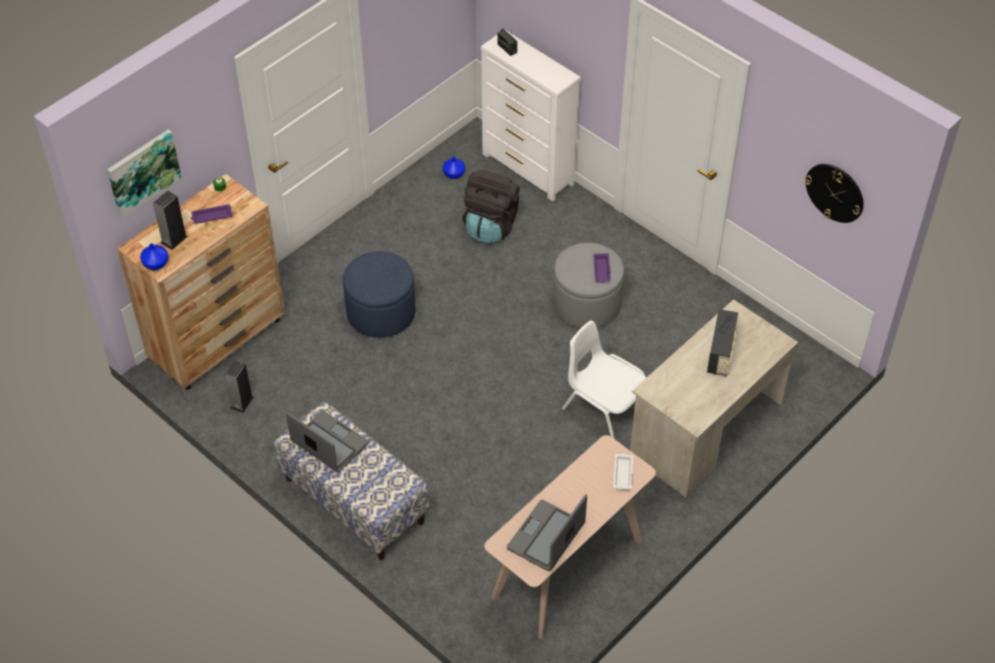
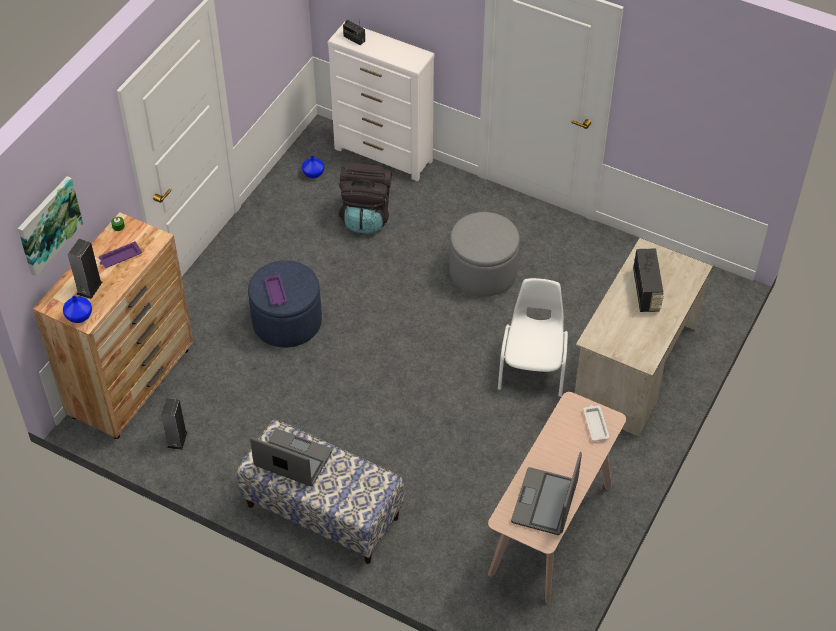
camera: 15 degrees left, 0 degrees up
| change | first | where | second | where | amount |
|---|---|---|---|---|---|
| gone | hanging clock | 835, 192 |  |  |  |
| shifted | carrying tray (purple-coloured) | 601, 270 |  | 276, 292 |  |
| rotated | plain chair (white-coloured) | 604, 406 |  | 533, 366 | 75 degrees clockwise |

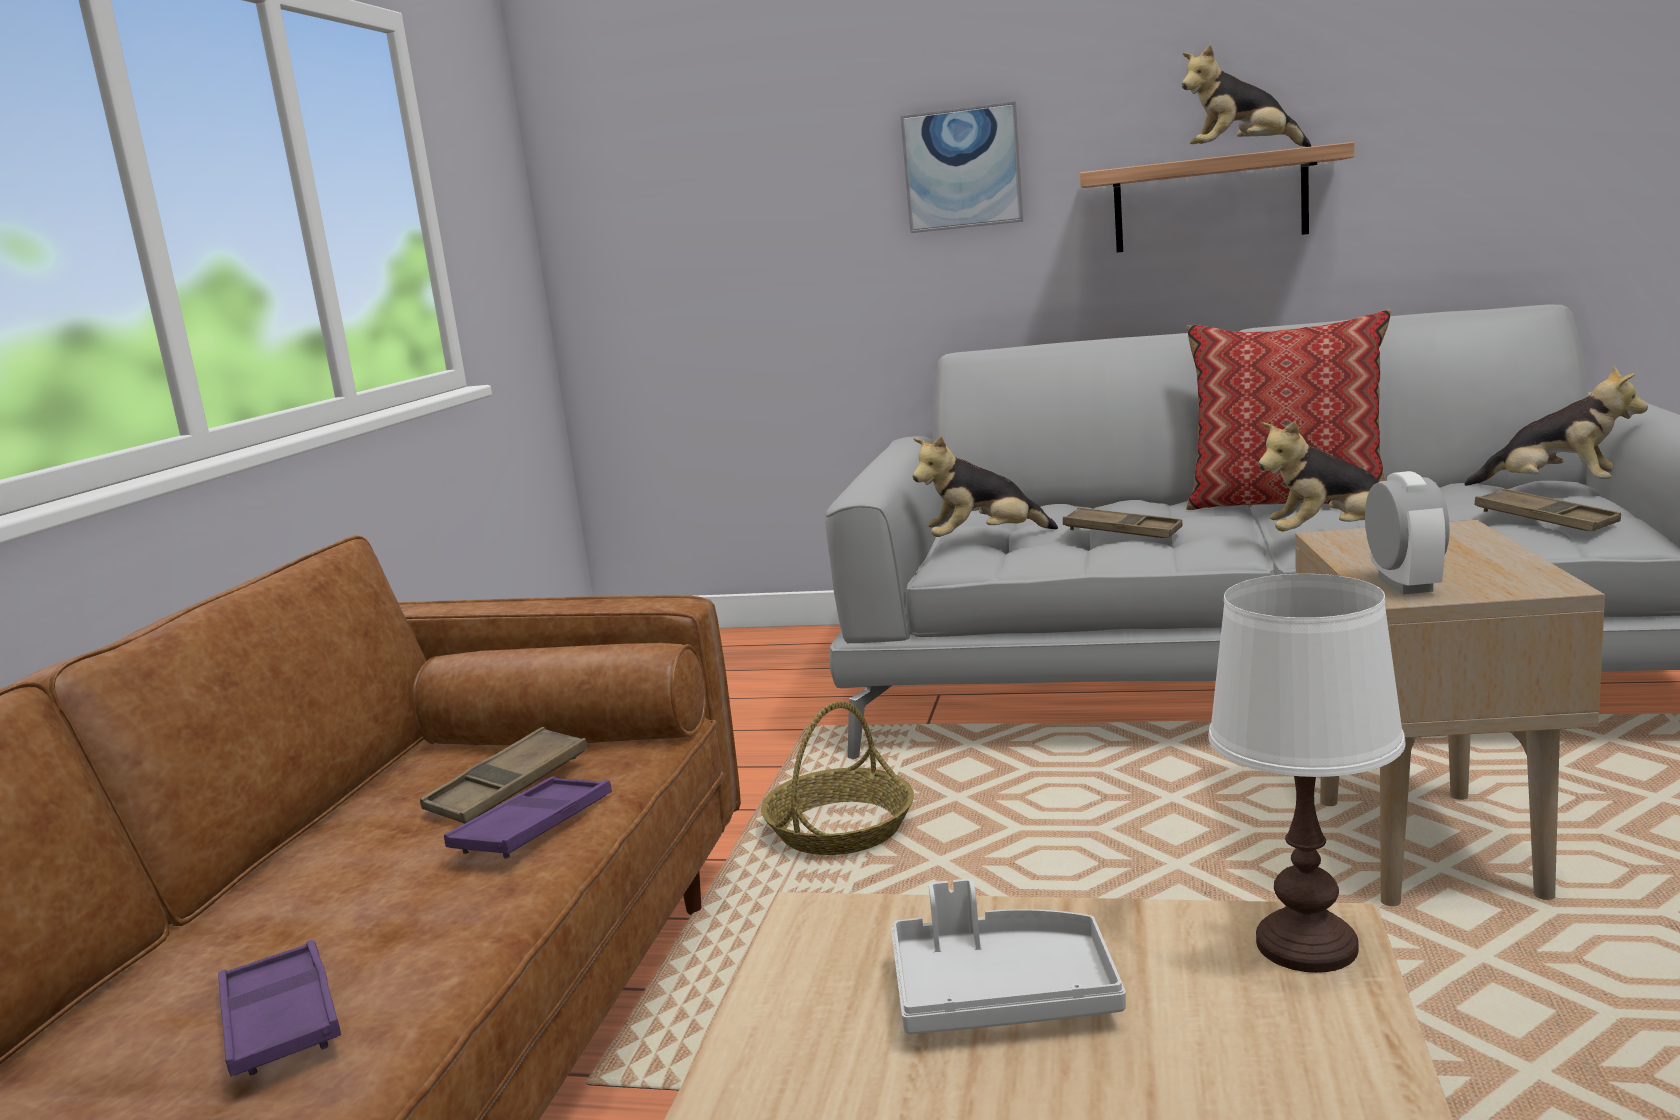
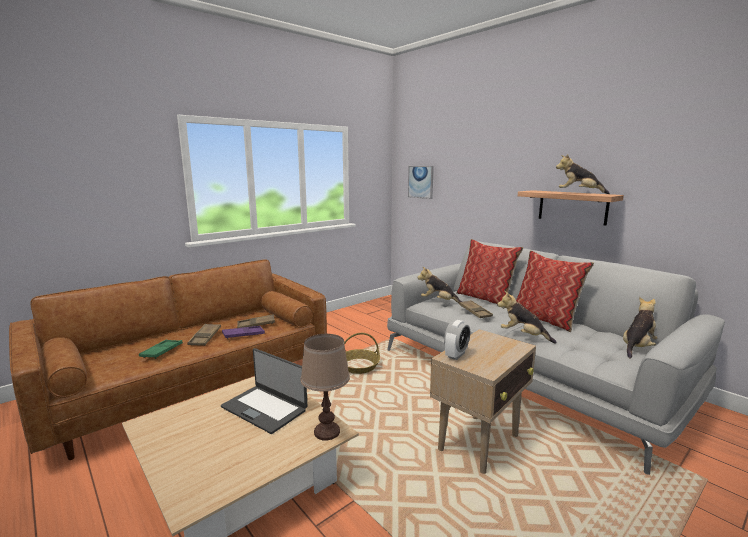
camera: 35 degrees right, 0 degrees up
| change | first | where | second | where | amount |
|---|---|---|---|---|---|
| shifted | wall art | 962, 168 |  | 421, 182 |  |
| rotated | cuddly toy | 1555, 488 |  | 637, 347 | 120 degrees counterclockwise |
| shifted | carrying tray (brown) | 1545, 520 |  | 205, 337 |  |
| repainted | table lamp (white-coloured) | 1306, 946 | table lamp (brown) | 326, 432 |  |
| swapped | carrying tray (gray) | 1002, 995 | portable computer | 265, 408 |  |
| repainted | carrying tray (purple-coloured) | 280, 1020 | carrying tray (green) | 162, 351 |  |
| new |  |  | pillow | 485, 298 |  |

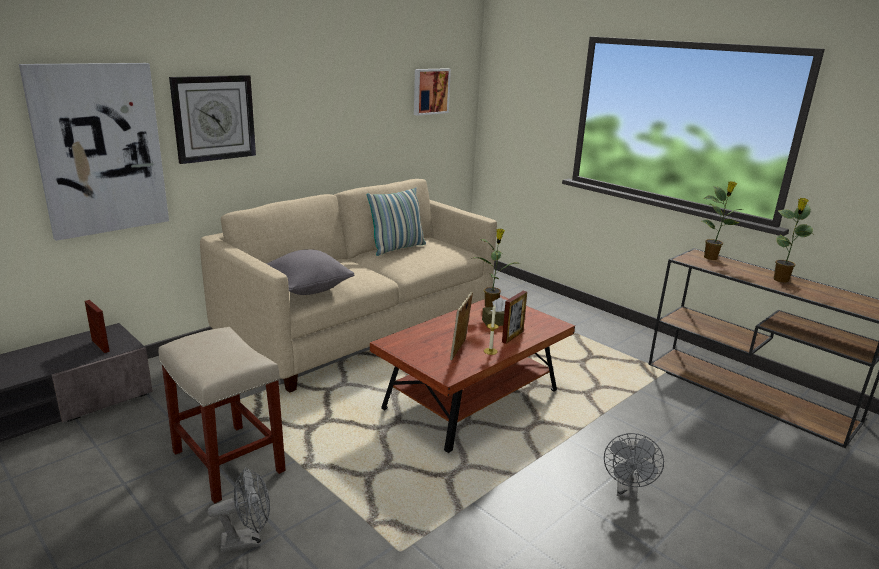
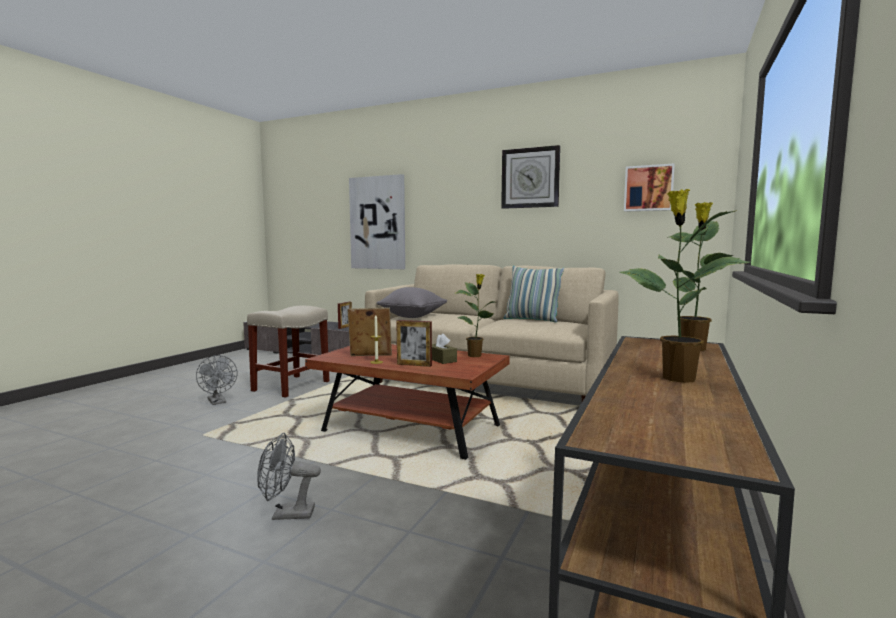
camera: 70 degrees right, 15 degrees down
| change | first | where | second | where | amount |
|---|---|---|---|---|---|
| shifted | hanging clock | 214, 118 |  | 530, 178 |  |

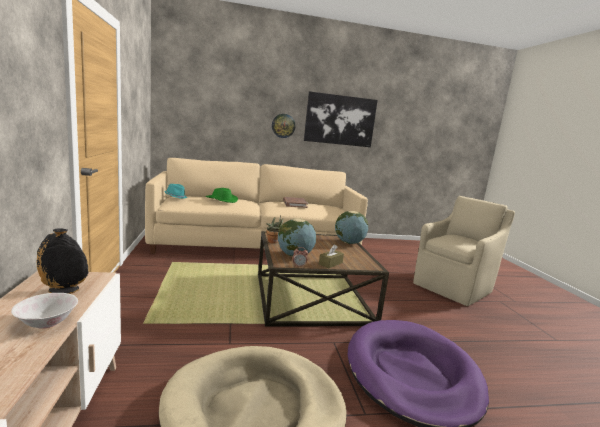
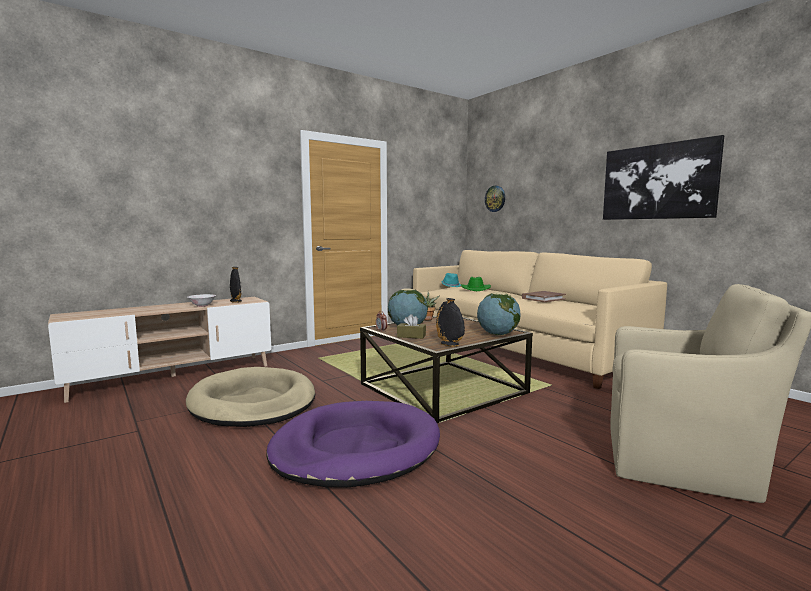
camera: 65 degrees right, 5 degrees down
| change | first | where | second | where | amount |
|---|---|---|---|---|---|
| shifted | hanging clock | 283, 125 |  | 495, 198 |  |
| new |  |  | decorative vase (black) | 449, 344 |  |

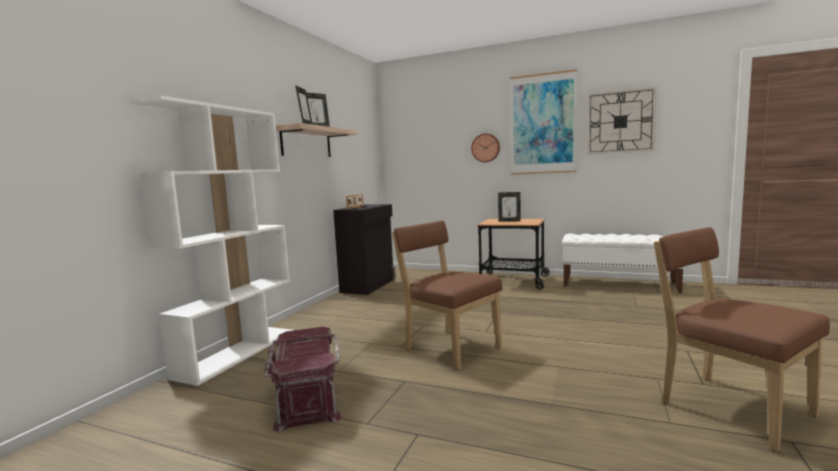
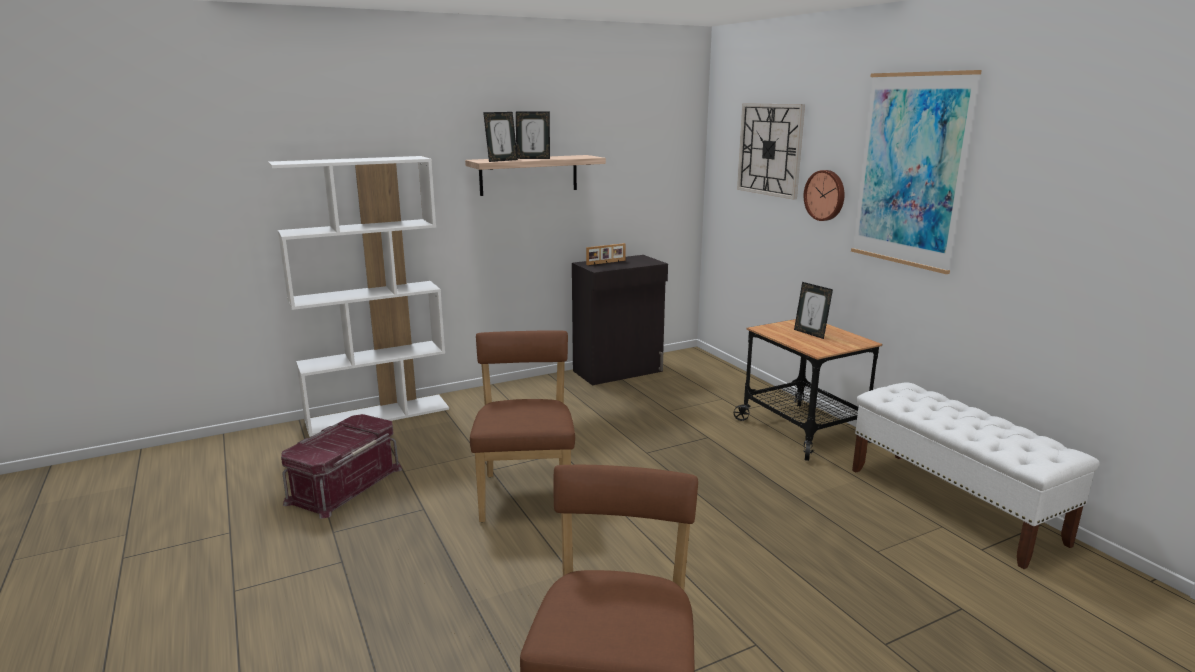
camera: 40 degrees right, 10 degrees up
| change | first | where | second | where | amount |
|---|---|---|---|---|---|
| shifted | hanging clock | 620, 122 |  | 770, 149 |  |

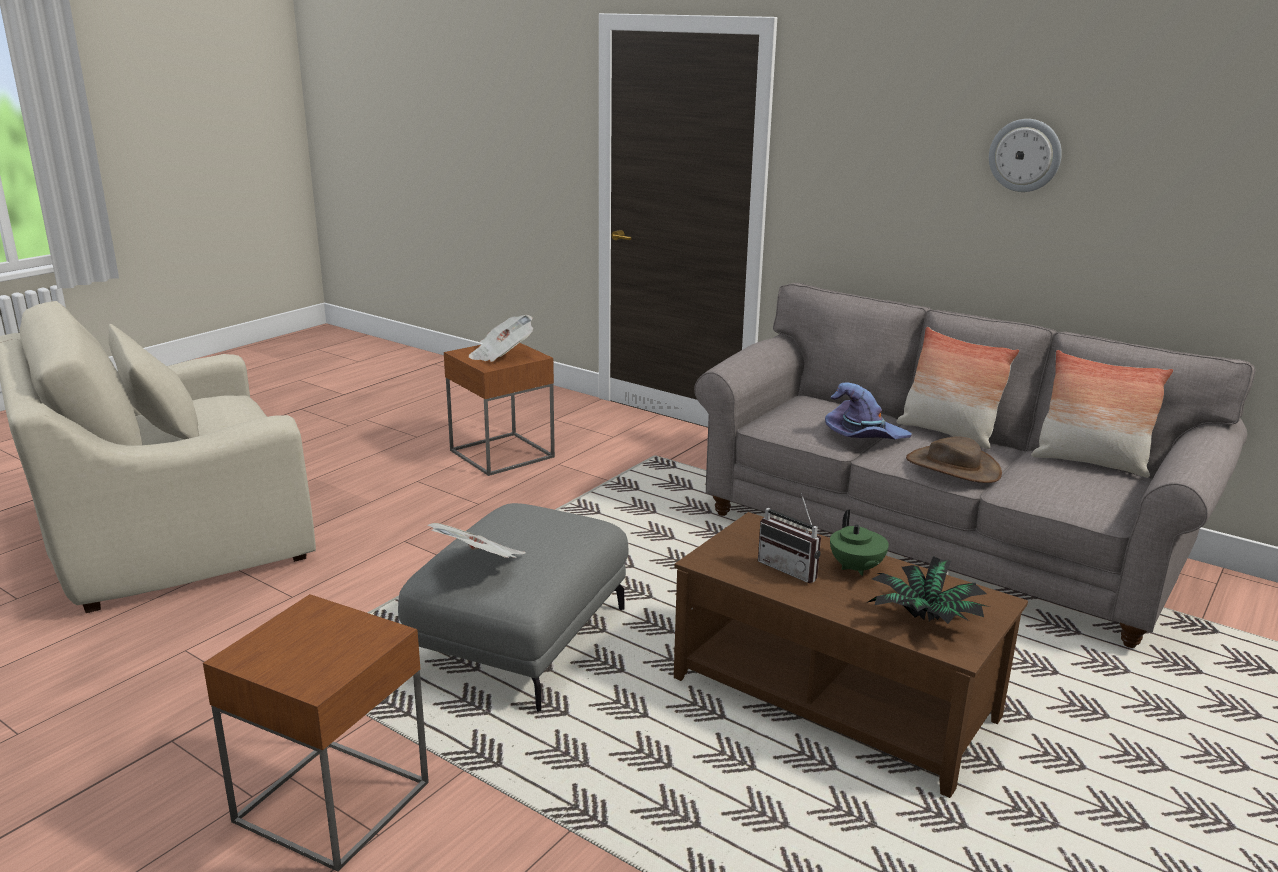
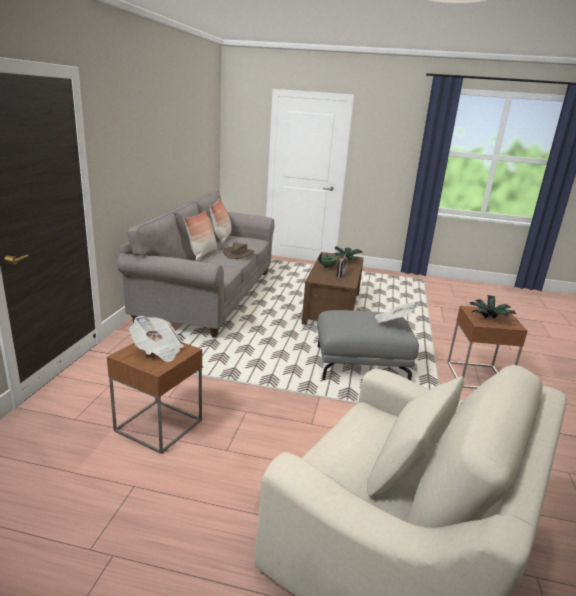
camera: 115 degrees left, 0 degrees up
| change | first | where | second | where | amount |
|---|---|---|---|---|---|
| gone | hanging clock | 1025, 155 |  |  |  |
| gone | hat (purple-coloured) | 863, 437 |  |  |  |
| new |  |  | potted plant | 489, 319 |  |

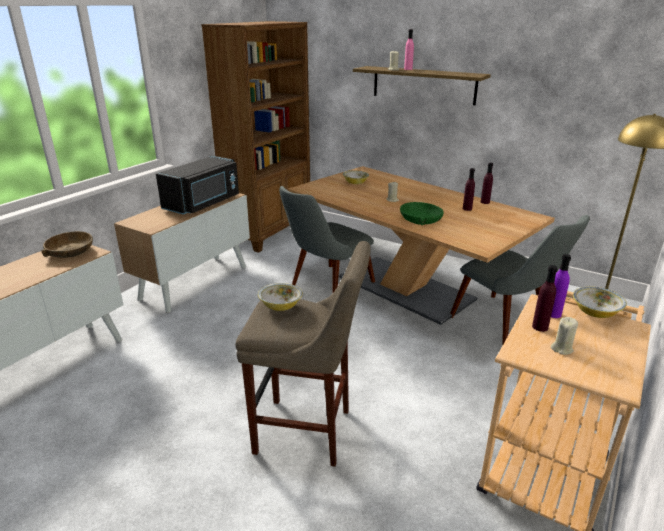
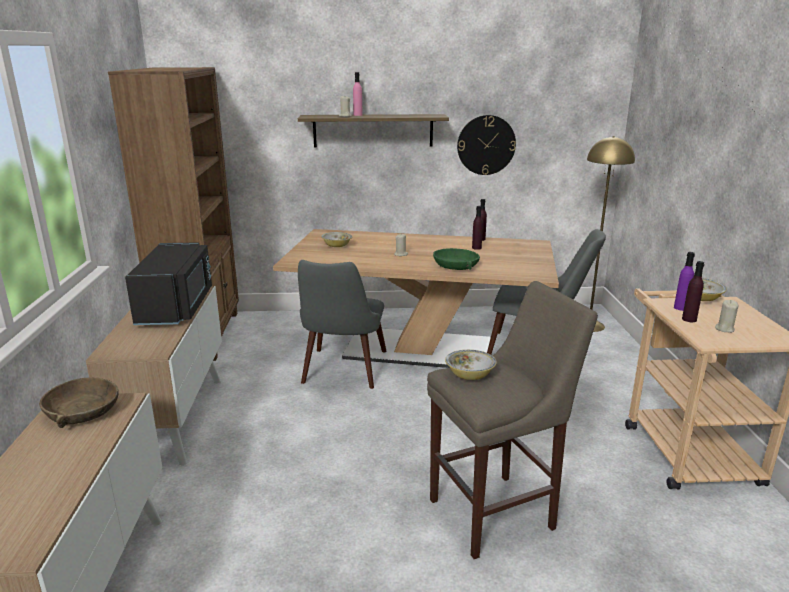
camera: 35 degrees left, 5 degrees down
| change | first | where | second | where | amount |
|---|---|---|---|---|---|
| new |  |  | hanging clock | 486, 145 |  |

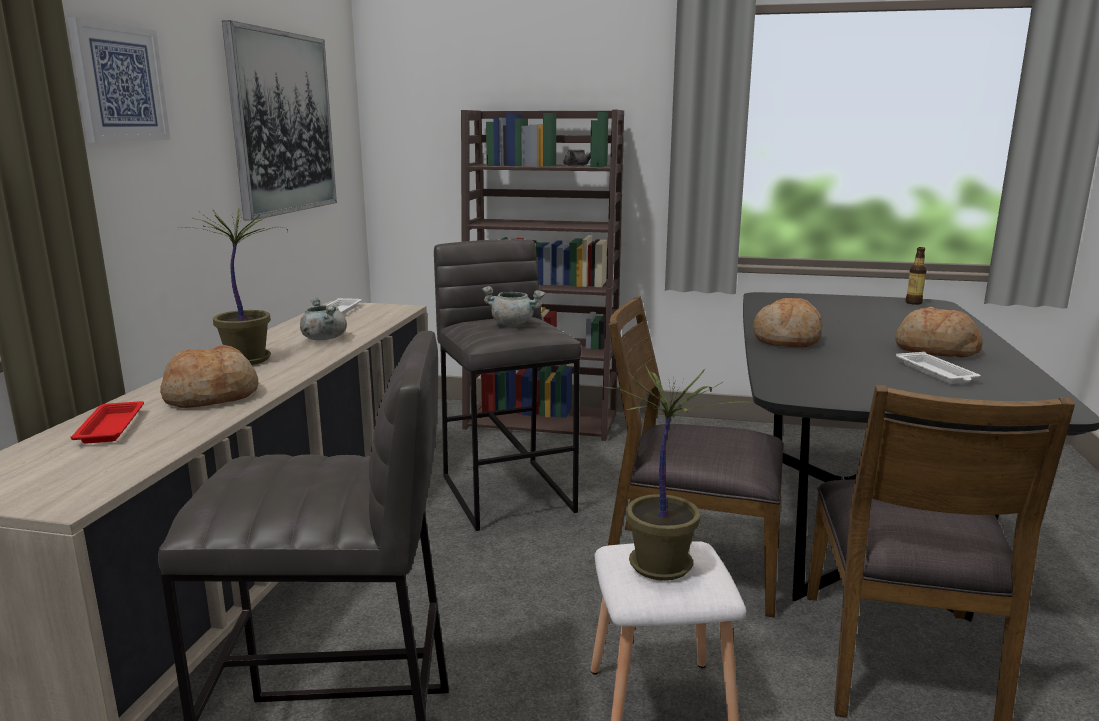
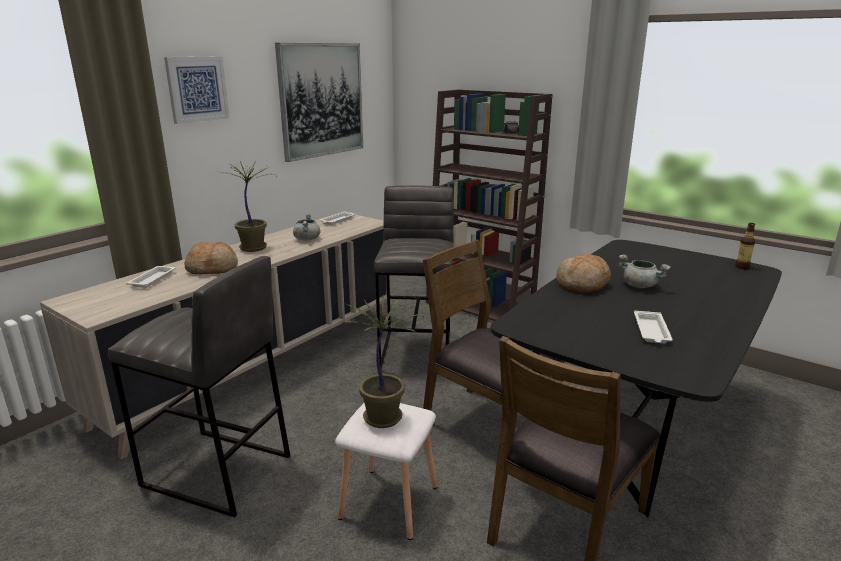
camera: 25 degrees right, 5 degrees up
| change | first | where | second | where | amount |
|---|---|---|---|---|---|
| shifted | saucepot (gray) | 513, 323 |  | 640, 286 |  |
| gone | bread | 935, 350 |  |  |  |
| repainted | carrying tray (red-coloured) | 111, 427 | carrying tray (white-coloured) | 153, 279 |  |

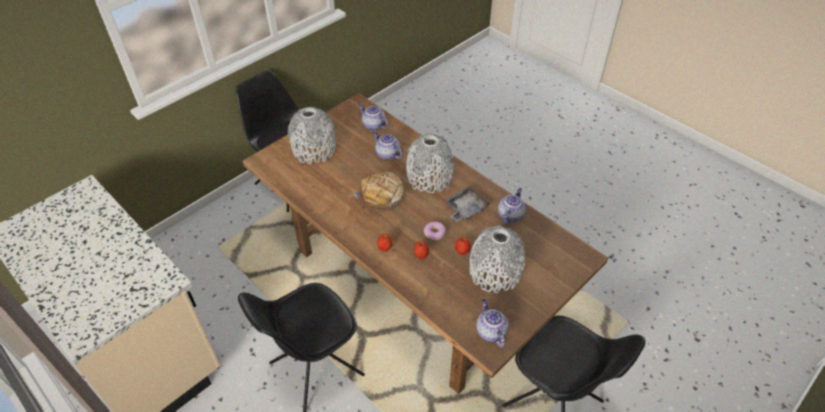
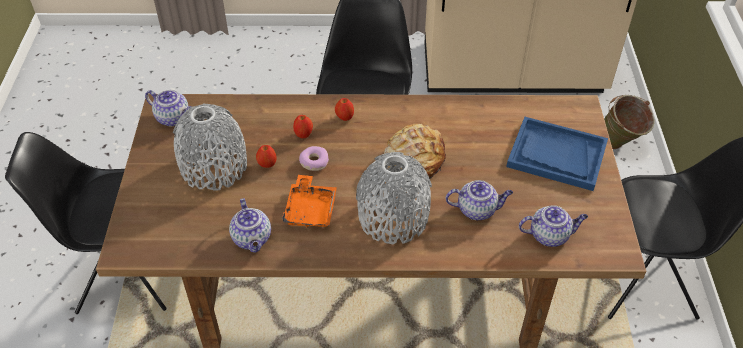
camera: 135 degrees right, 0 degrees up
| change | first | where | second | where | amount |
|---|---|---|---|---|---|
| swapped | decorative vase (gray) | 314, 150 | carrying tray (bluish) | 556, 155 |  |
| repainted | carrying tray (gray) | 465, 209 | carrying tray (orange) | 310, 209 |  |
| new |  |  | bucket (green) | 618, 146 |  |

